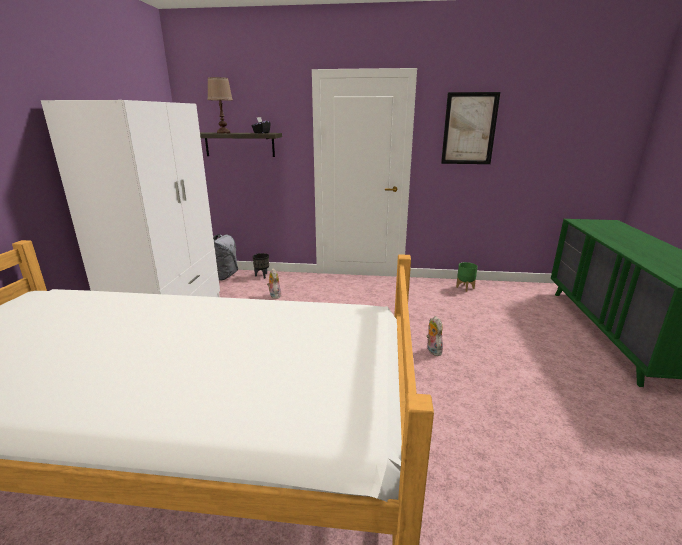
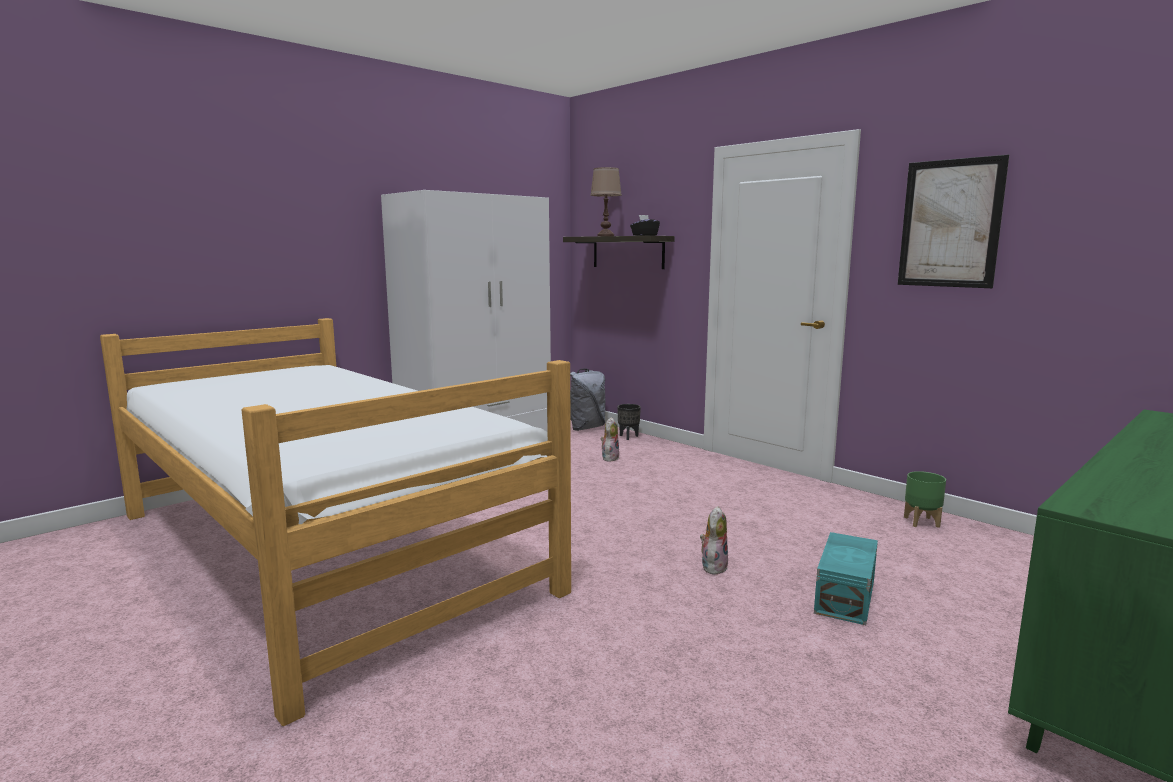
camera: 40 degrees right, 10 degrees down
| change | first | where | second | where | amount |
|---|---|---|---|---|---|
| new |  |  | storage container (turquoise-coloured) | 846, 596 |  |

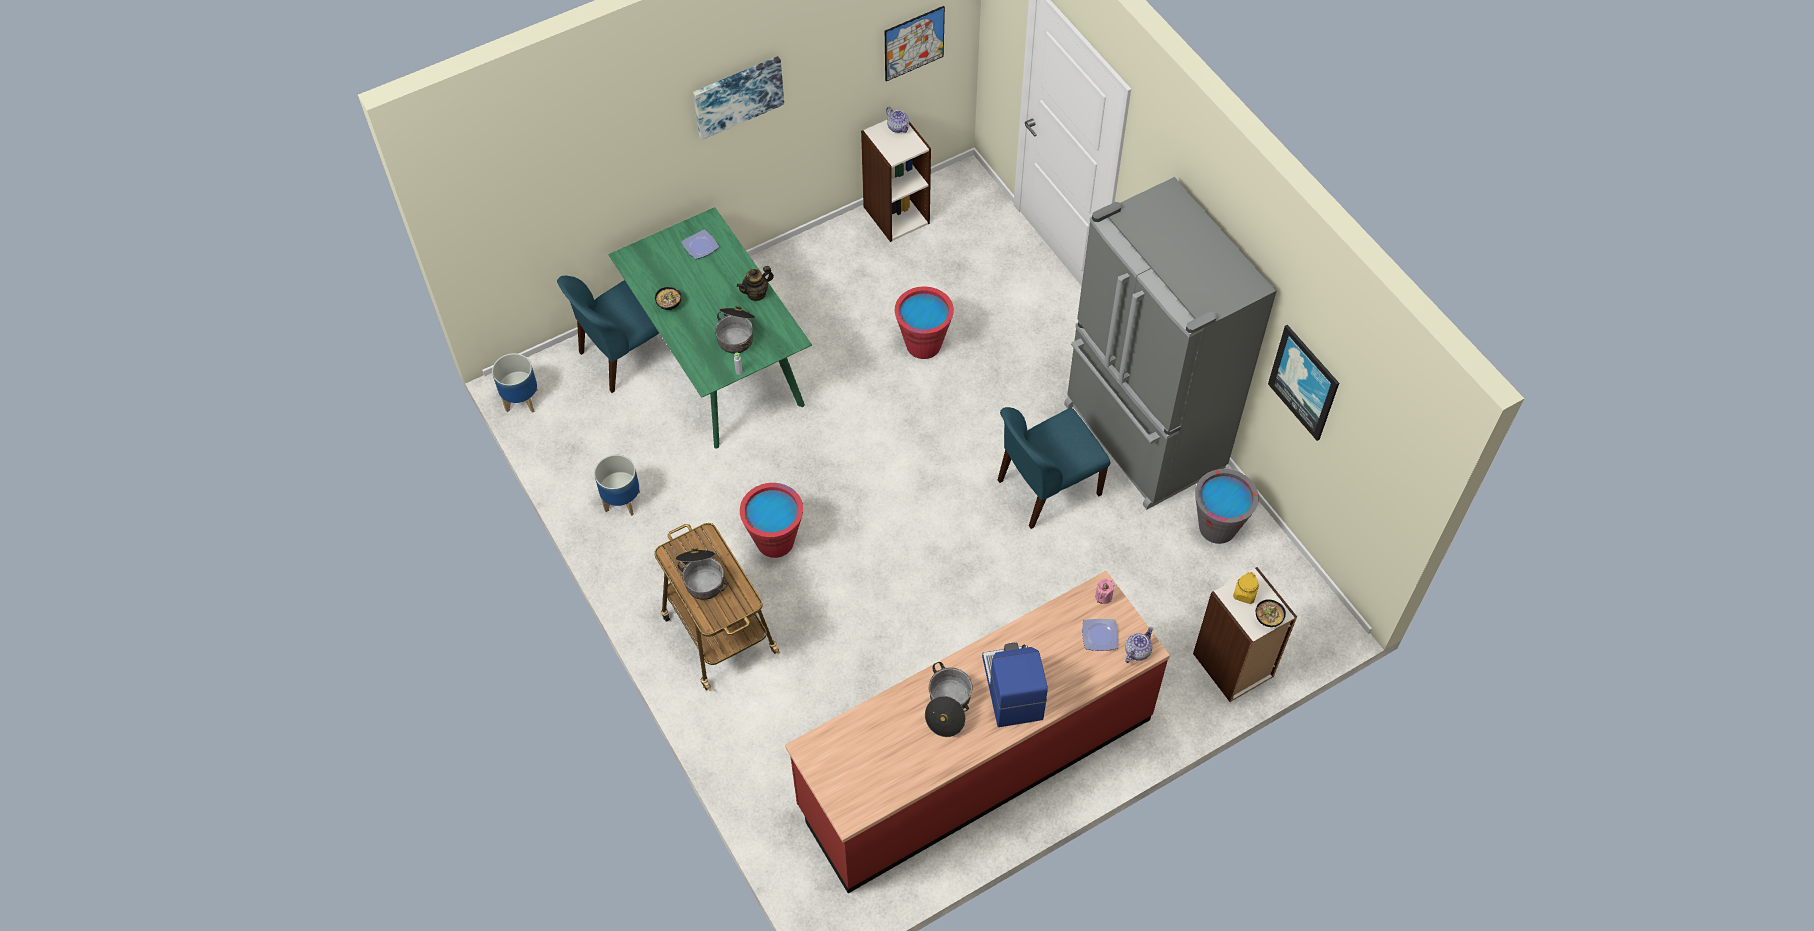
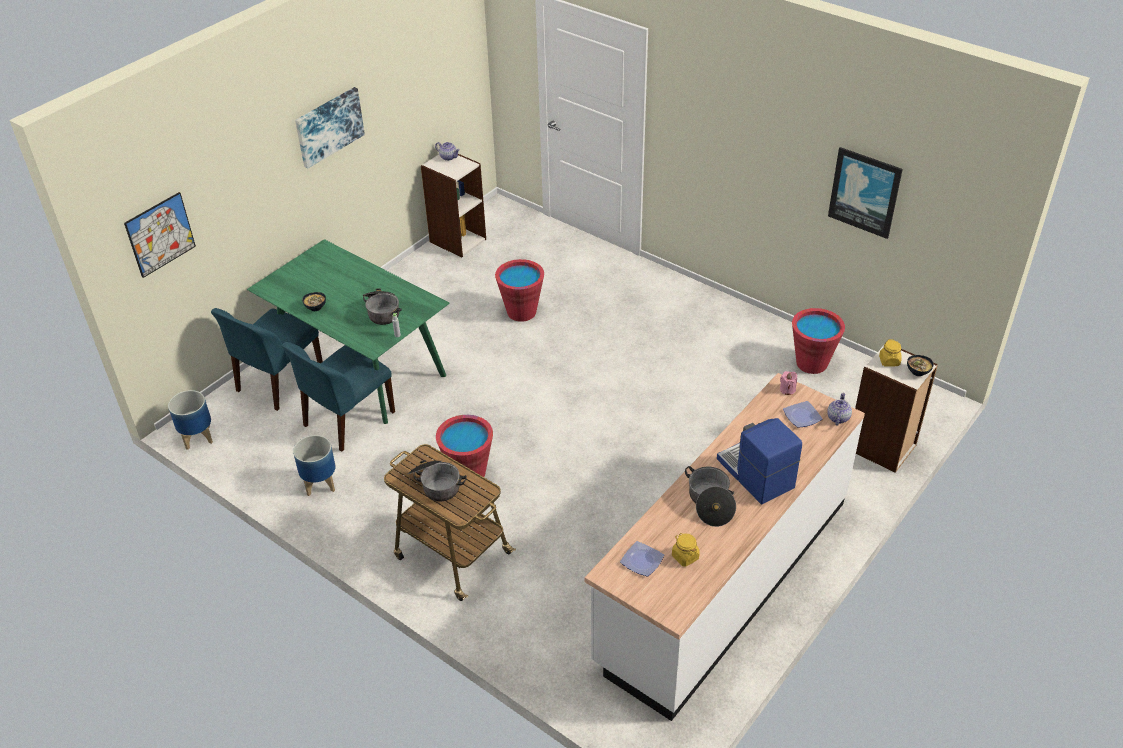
camera: 20 degrees left, 15 degrees down
| change | first | where | second | where | amount |
|---|---|---|---|---|---|
| shifted | wall art | 914, 43 |  | 160, 234 |  |
| gone | kitchen fridge (gray) | 1142, 438 |  |  |  |
| shifted | flat dish | 699, 246 |  | 641, 561 |  |
| gone | pot for tea | 756, 293 |  |  |  |
| shifted | plain chair (bluish) | 1046, 488 |  | 347, 420 |  |
| repainted | bucket (gray) | 1217, 527 | bucket (red-coloured) | 811, 363 |  |
| repainted | kitchen counter (red-coloured) | 975, 762 | kitchen counter (white-coloured) | 723, 580 |  |
| new |  |  | preserve jar (yellow-coloured) | 685, 557 |  |

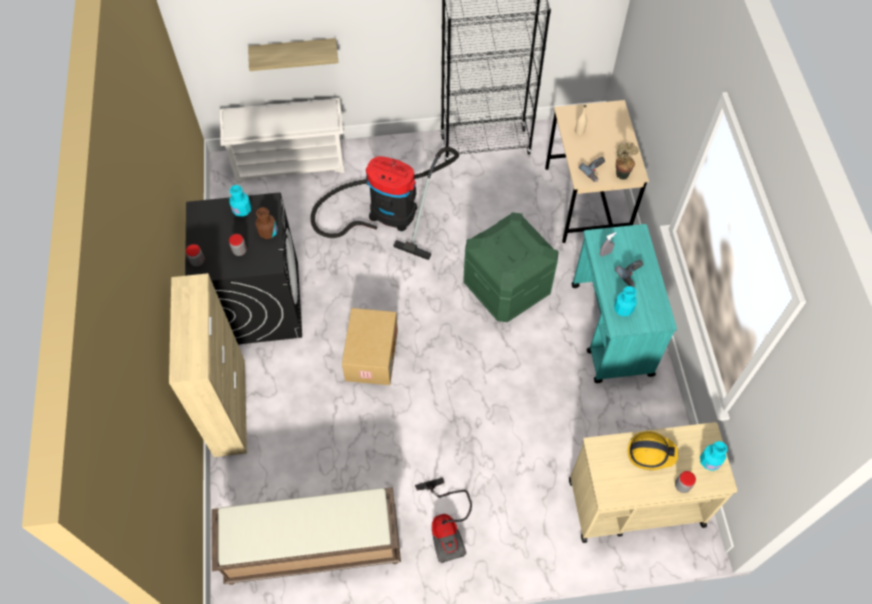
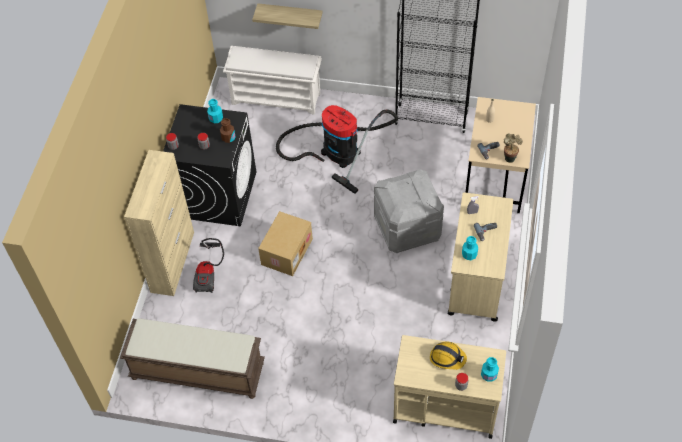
camera: 20 degrees right, 5 degrees down
| change | first | where | second | where | amount |
|---|---|---|---|---|---|
| repainted | storage container (green) | 507, 287 | storage container (gray) | 407, 228 |  |
| repainted | wheeled cart (turquoise-coloured) | 611, 330 | wheeled cart (beige) | 476, 280 |  |
| shifted | hoover | 446, 527 |  | 209, 273 |  |

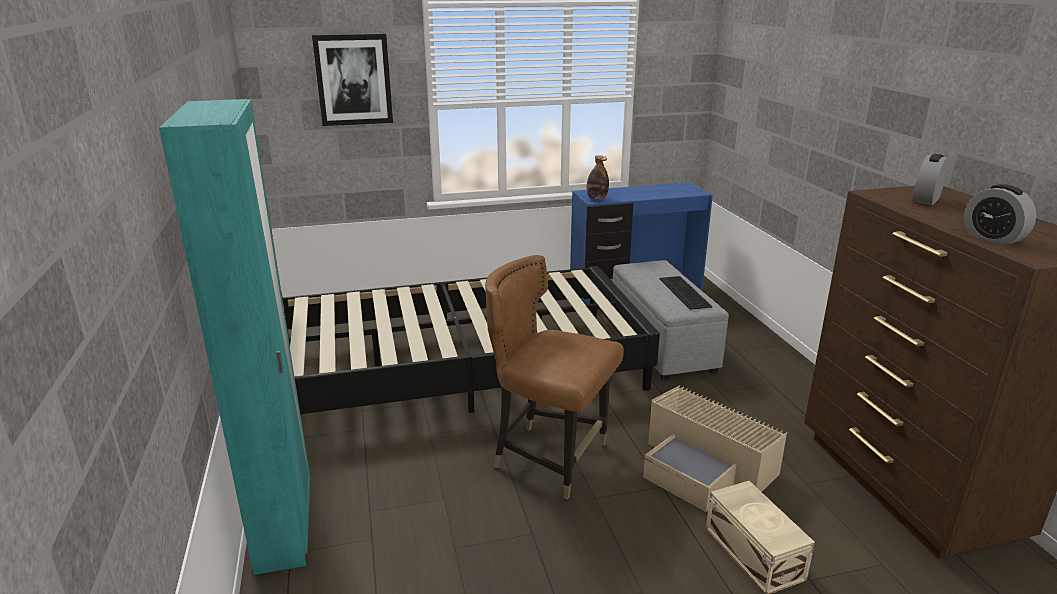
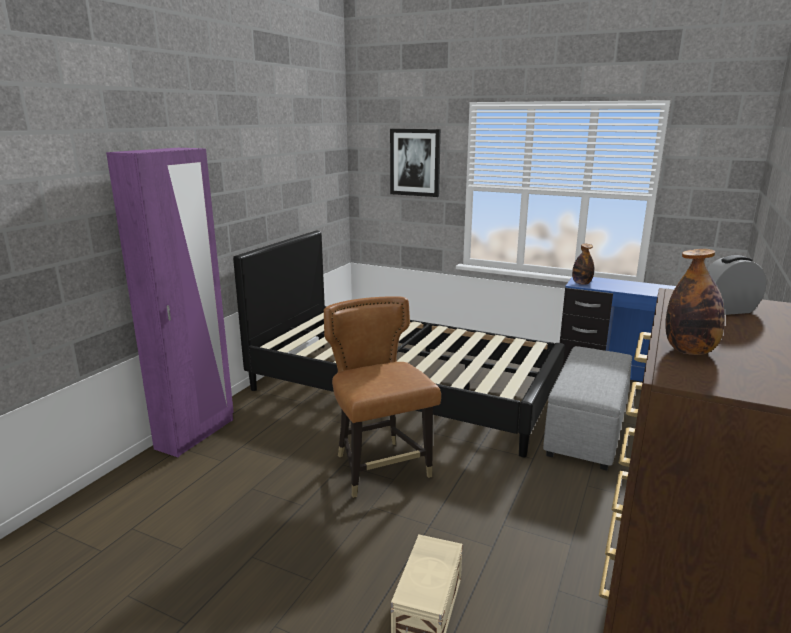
camera: 40 degrees right, 5 degrees down
| change | first | where | second | where | amount |
|---|---|---|---|---|---|
| repainted | armoire (turquoise-coloured) | 285, 527 | armoire (purple-coloured) | 196, 434 |  |
| swapped | bedside clock | 993, 238 | drink bottle | 689, 351 |  |
| gone | keyboard | 682, 292 |  |  |  |
| gone | storage container (beige) | 705, 466 |  |  |  |

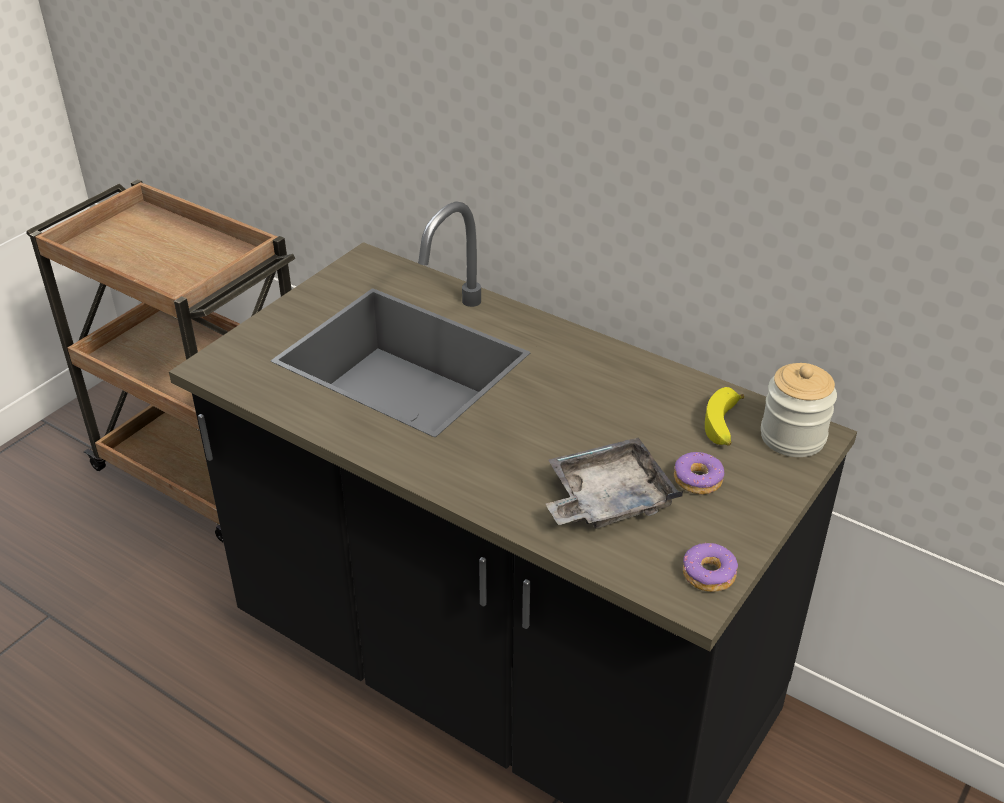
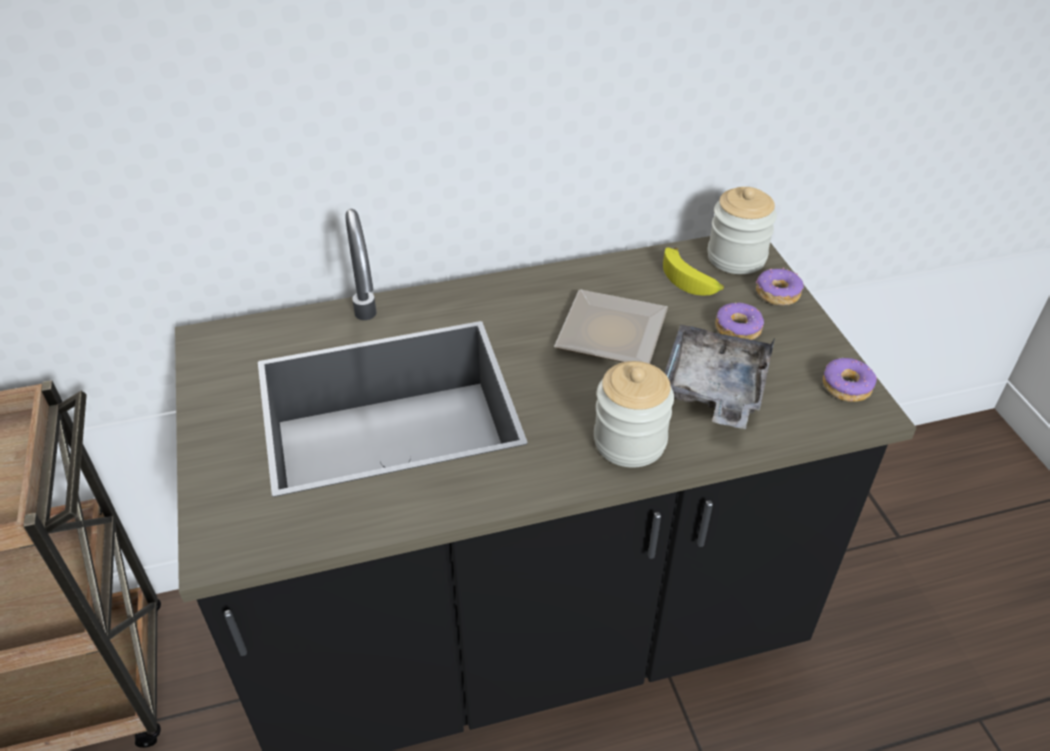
camera: 50 degrees left, 5 degrees up
| change | first | where | second | where | amount |
|---|---|---|---|---|---|
| new |  |  | donut | 777, 293 |  |
| new |  |  | flat dish | 614, 336 |  |
| new |  |  | preserve jar | 629, 441 |  |

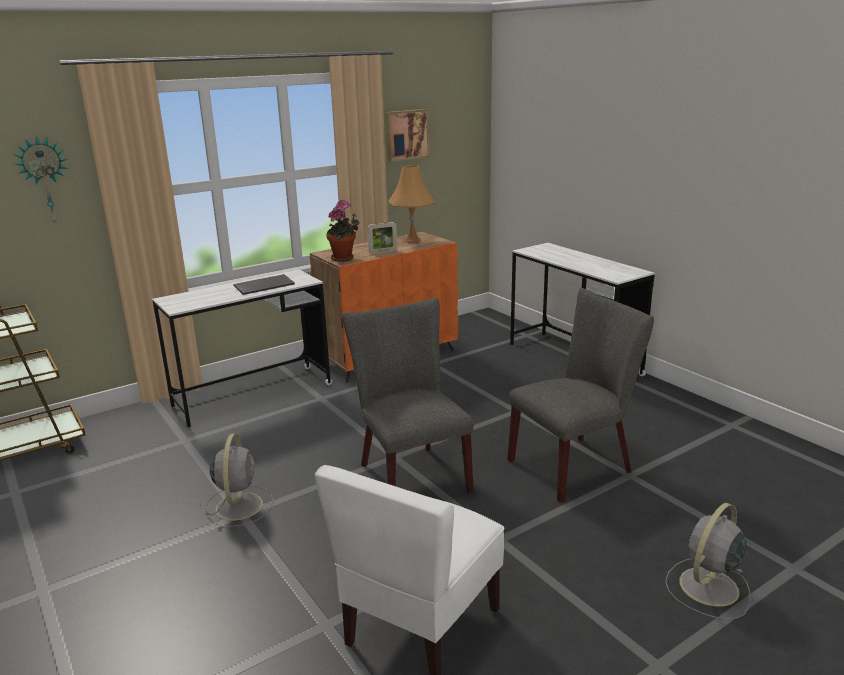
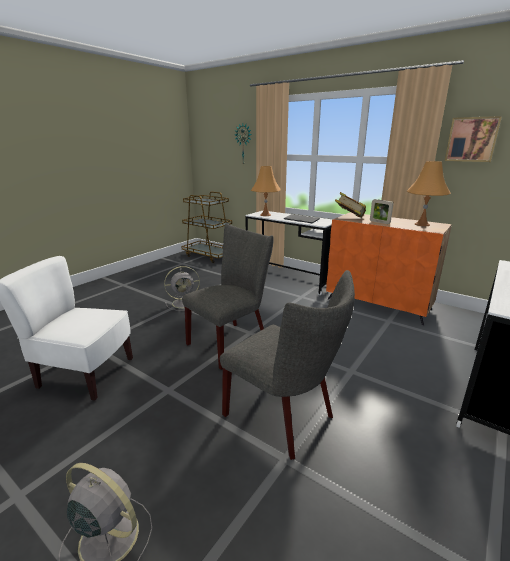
camera: 70 degrees right, 0 degrees up
| change | first | where | second | where | amount |
|---|---|---|---|---|---|
| swapped | potted plant | 344, 258 | bound book | 349, 218 |  |
| new |  |  | table lamp (orange) | 265, 215 |  |

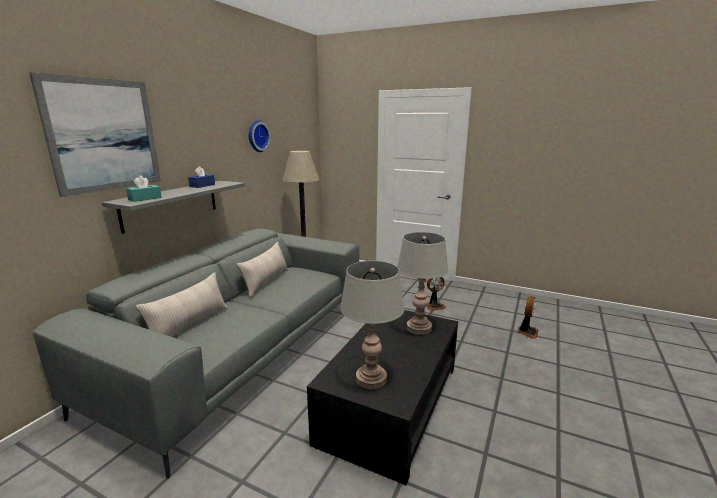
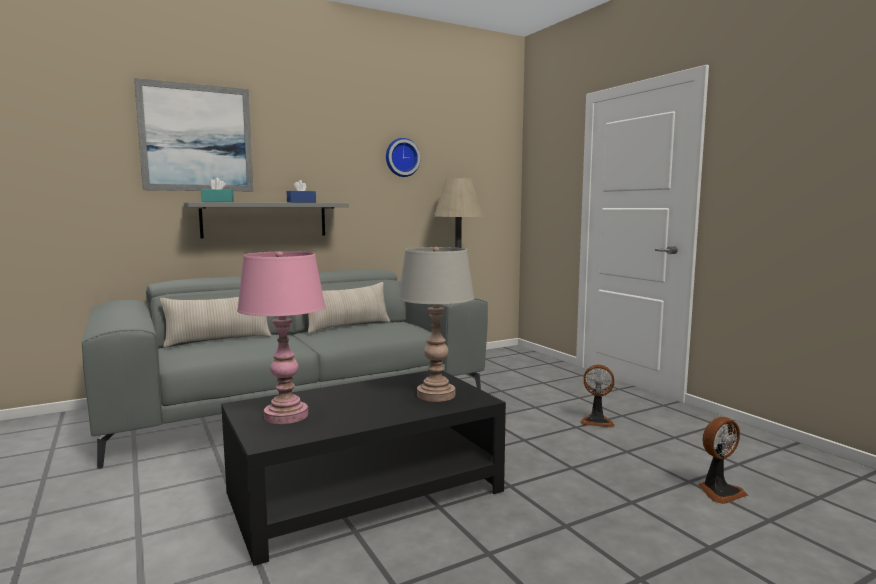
camera: 35 degrees right, 10 degrees down
| change | first | where | second | where | amount |
|---|---|---|---|---|---|
| repainted | table lamp (gray) | 371, 379 | table lamp (pink) | 286, 416 |  |

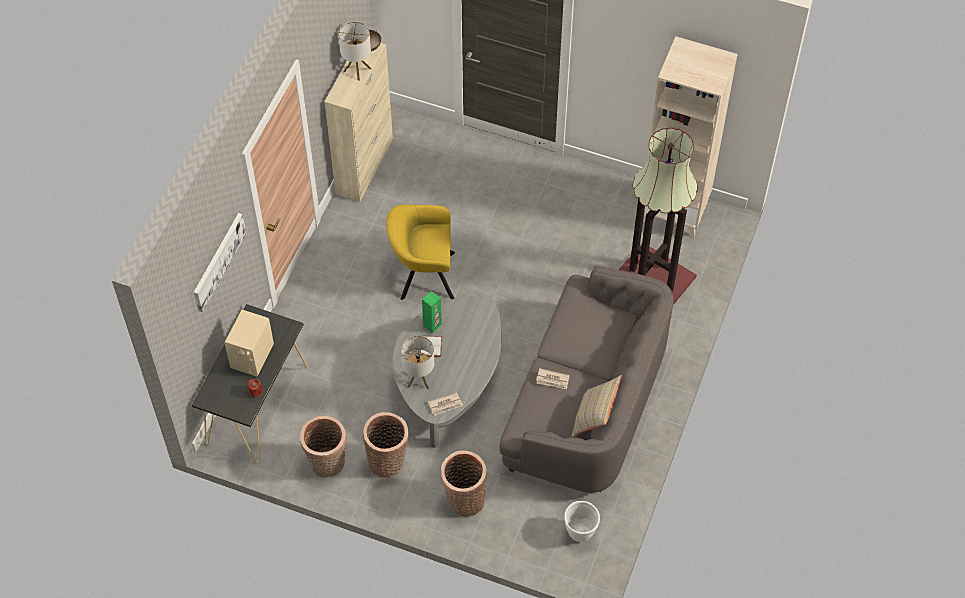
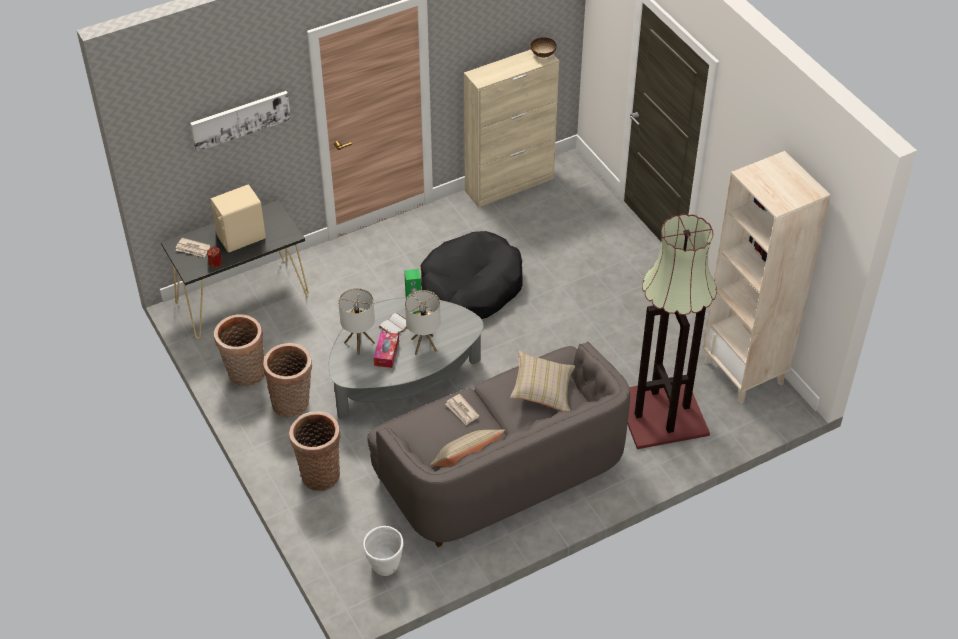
camera: 40 degrees right, 10 degrees down
| change | first | where | second | where | amount |
|---|---|---|---|---|---|
| shifted | table lamp | 357, 70 |  | 423, 345 |  |
| swapped | easy chair (yellow-coloured) | 423, 275 | dog cushion (black) | 470, 288 |  |
| shifted | daily paper | 445, 405 |  | 193, 249 |  |
| new |  |  | tissue box | 386, 353 |  |
| new |  |  | pillow (beige) | 542, 390 |  |

